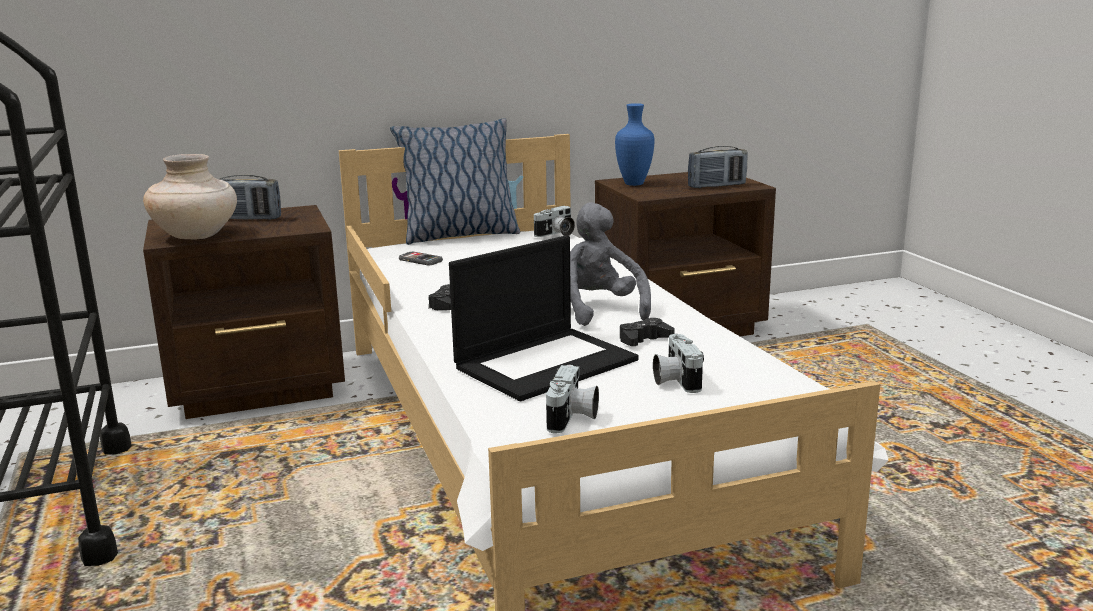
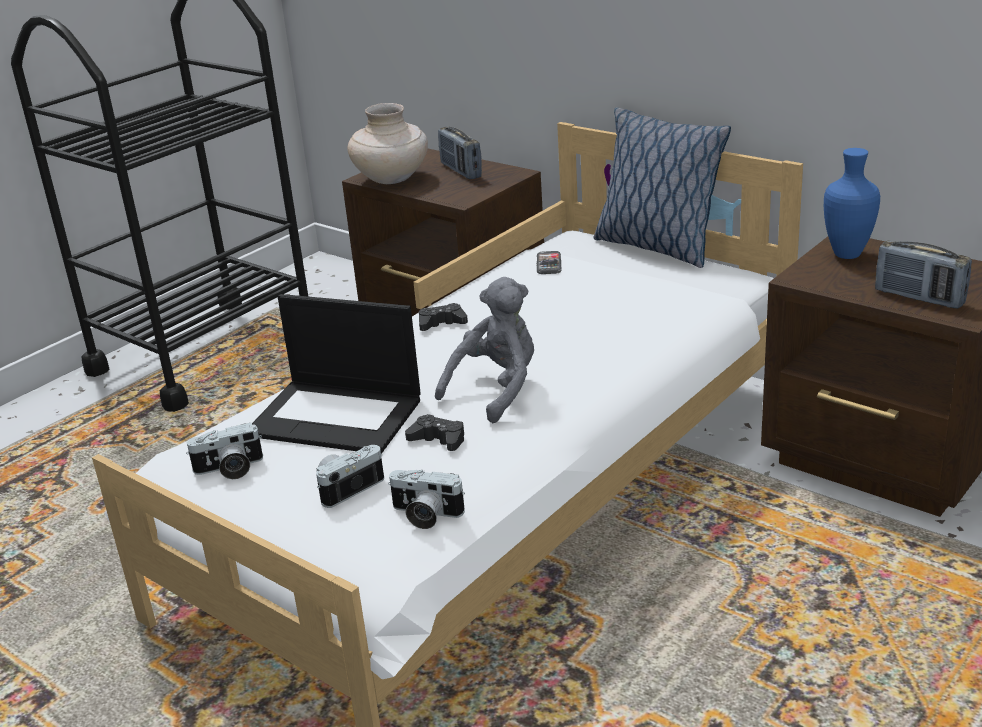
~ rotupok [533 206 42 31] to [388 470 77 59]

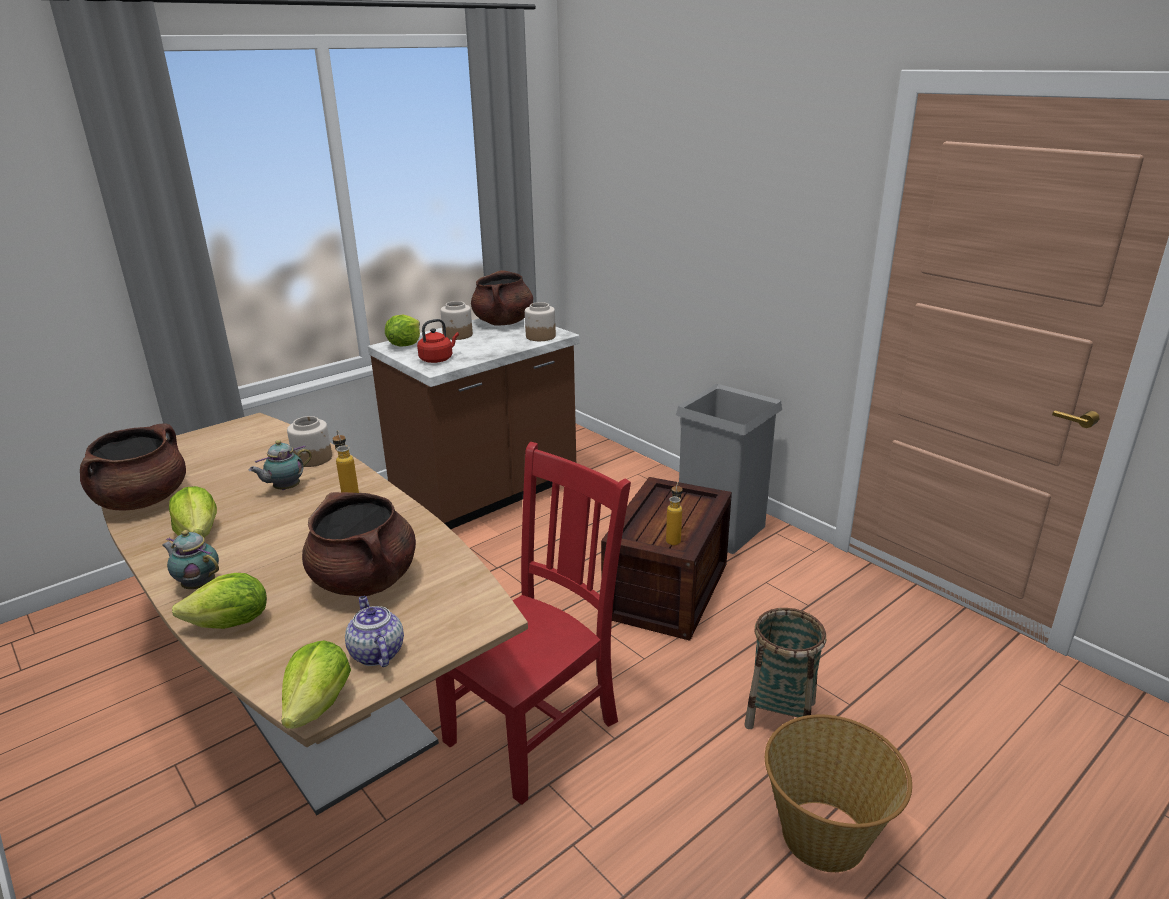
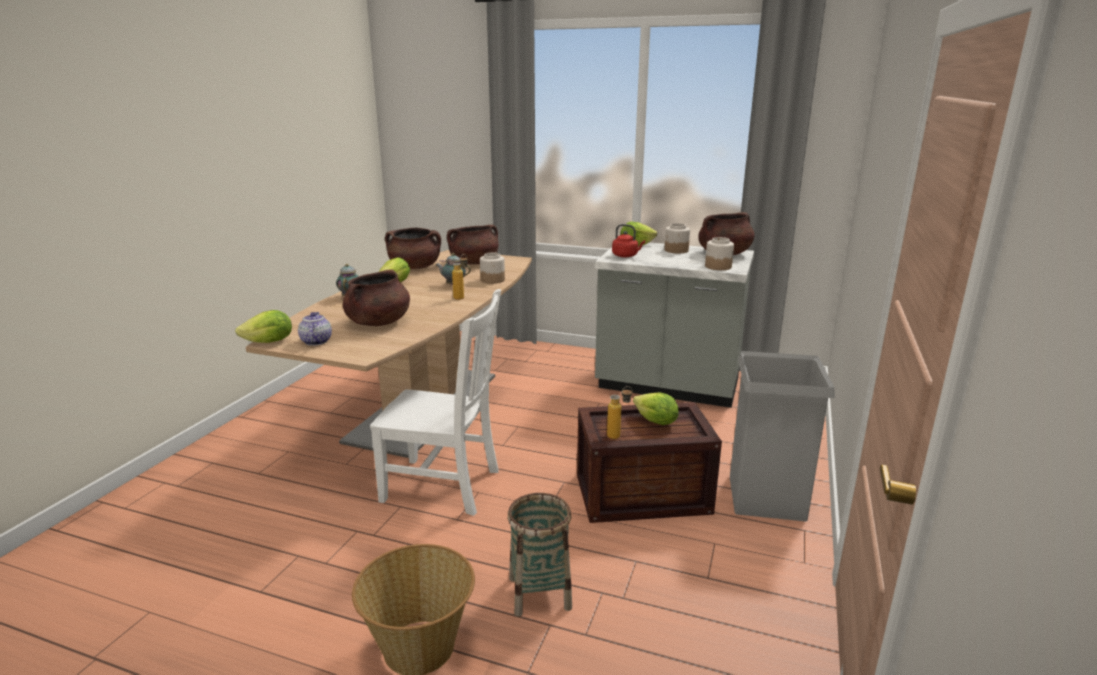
~ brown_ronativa [368 318 212 211] to grey_ronativa [595 243 159 165]
~ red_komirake [436 442 195 363] to white_komirake [370 289 131 227]
~ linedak [172 573 95 56] to [633 393 46 32]
~ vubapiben [345 596 59 71] = [298 312 34 34] 45 degrees counterclockwise
+ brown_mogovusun [447 225 52 39]

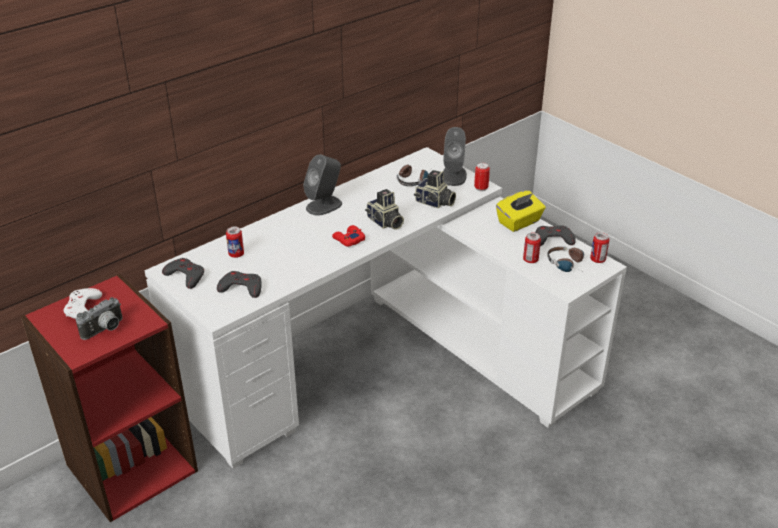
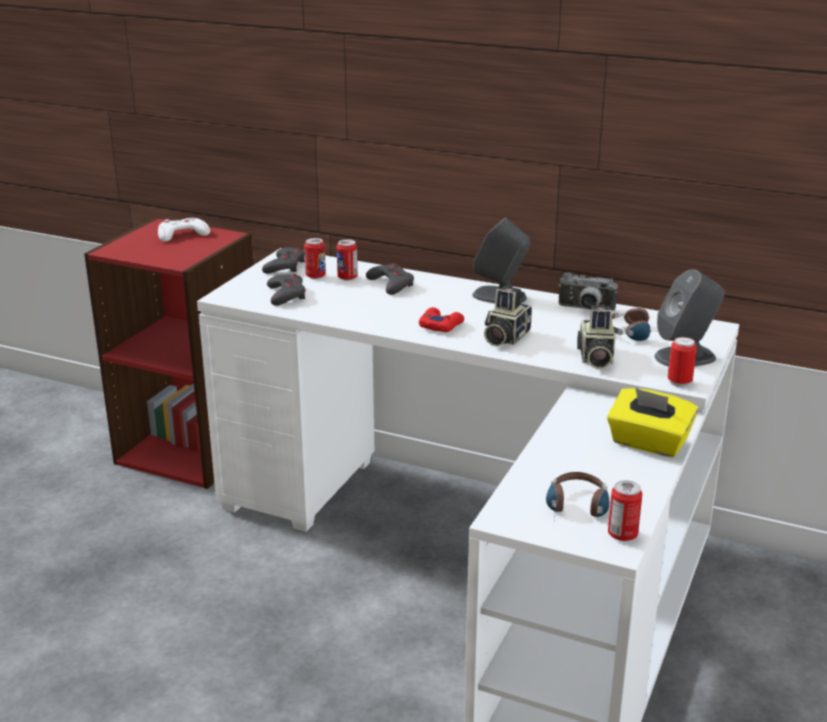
~ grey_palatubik [535 225 41 21] to [366 263 48 32]
~ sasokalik [523 233 18 30] to [304 238 22 41]
~ rotupok [76 297 47 43] to [558 272 60 40]

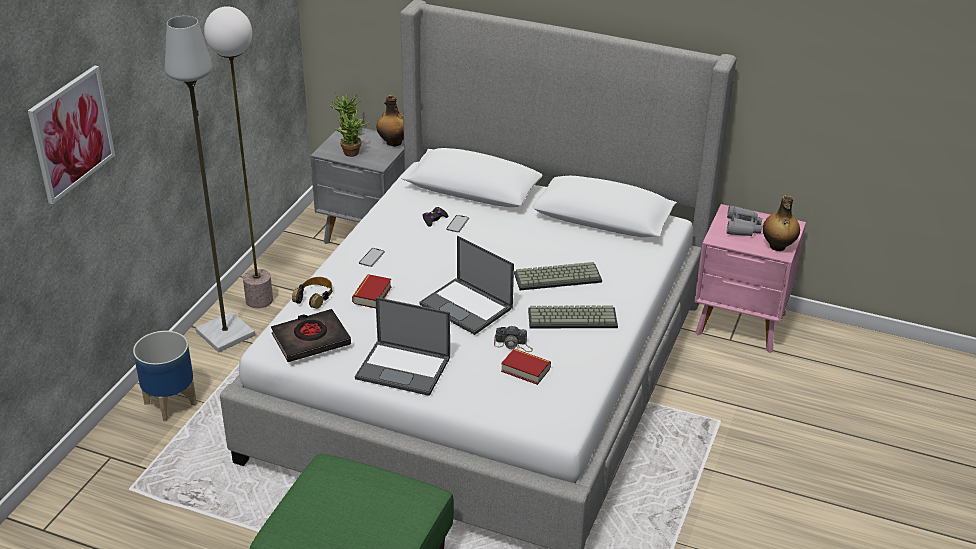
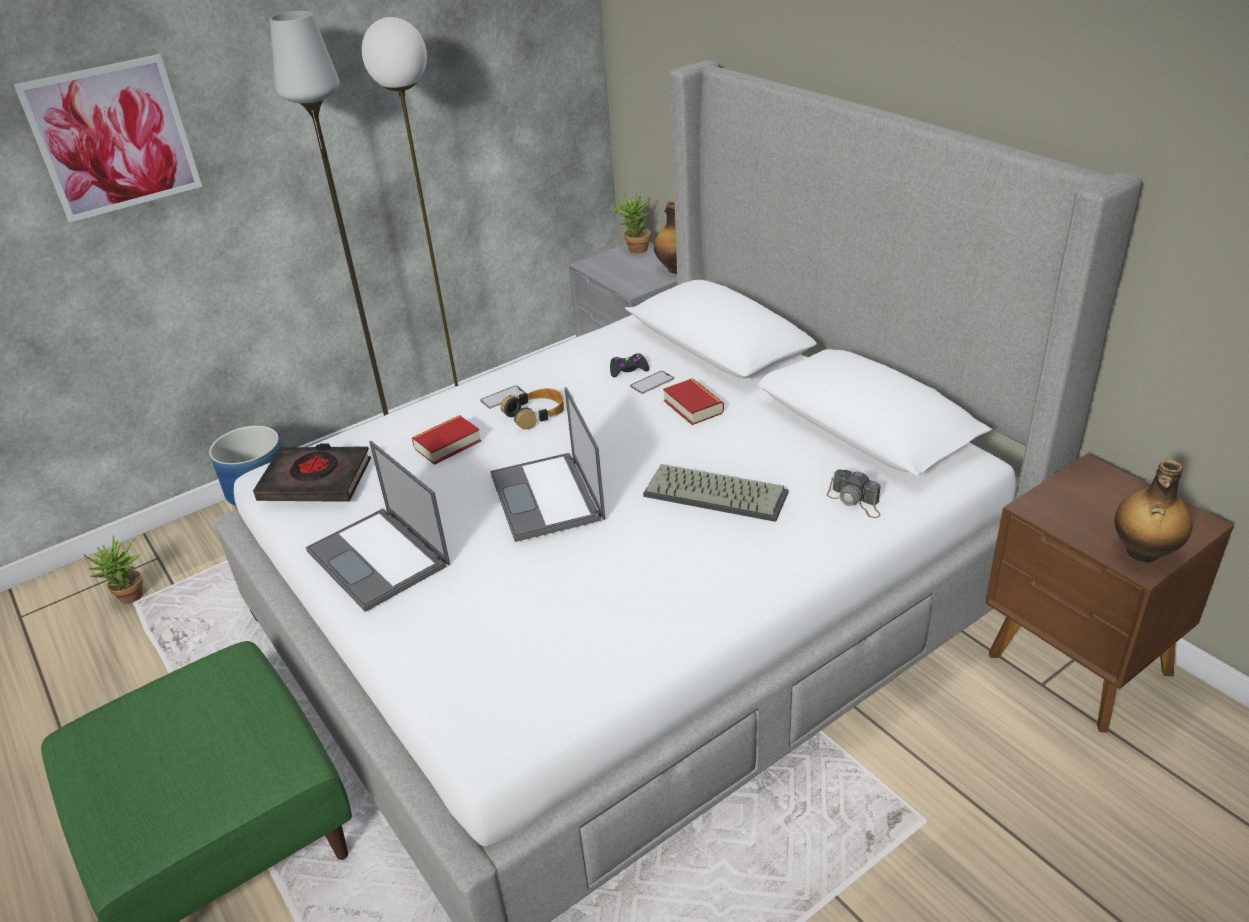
~ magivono [335 111 35 46] to [84 535 59 69]
~ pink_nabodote [695 204 111 149] to brown_nabodote [985 454 249 279]
- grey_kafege [726 206 36 30]
~ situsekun [292 277 40 32] to [501 388 63 42]
- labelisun [528 305 90 23]
~ rotupok [494 326 39 26] to [827 470 54 48]
~ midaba [501 349 50 36] to [663 378 61 47]

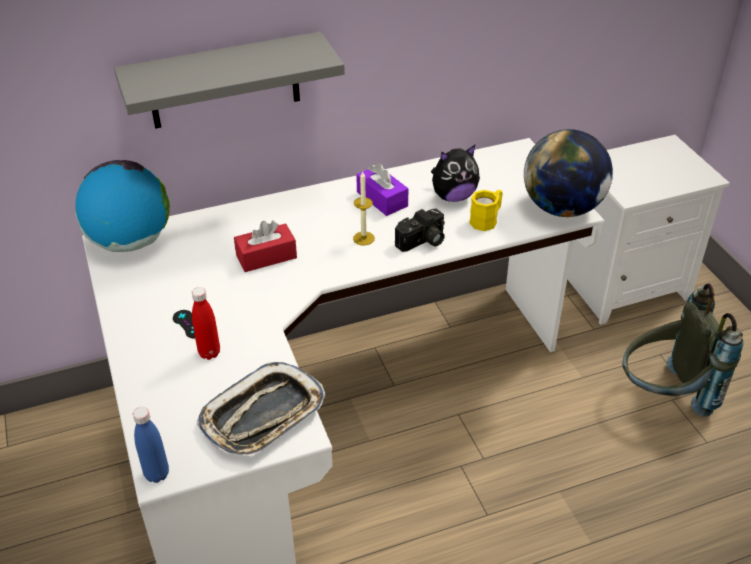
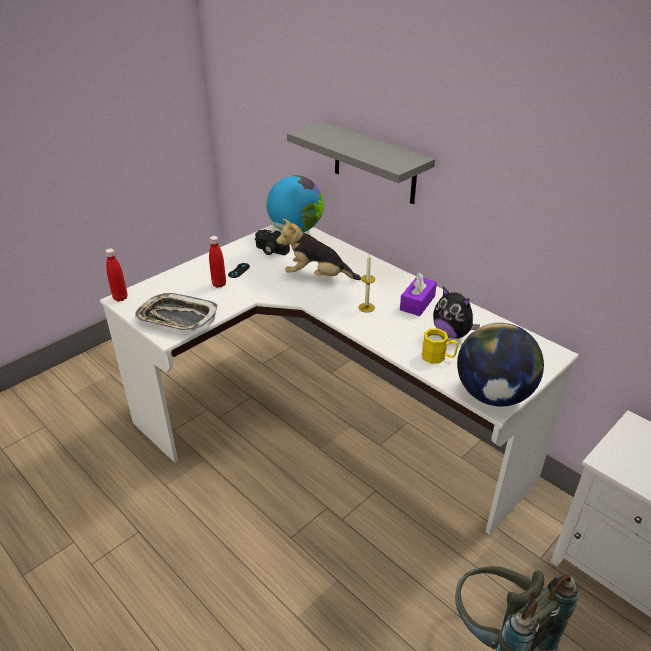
~ rotupok [395 209 50 43] to [255 229 35 26]
~ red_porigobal [234 221 63 51] to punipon [276 219 85 61]
~ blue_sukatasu [133 407 36 76] to red_sukatasu [105 248 22 53]

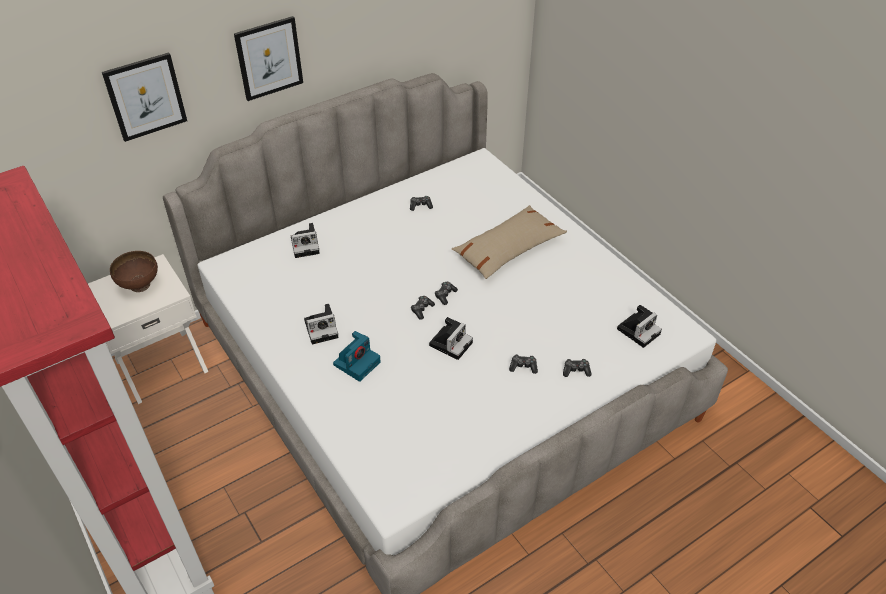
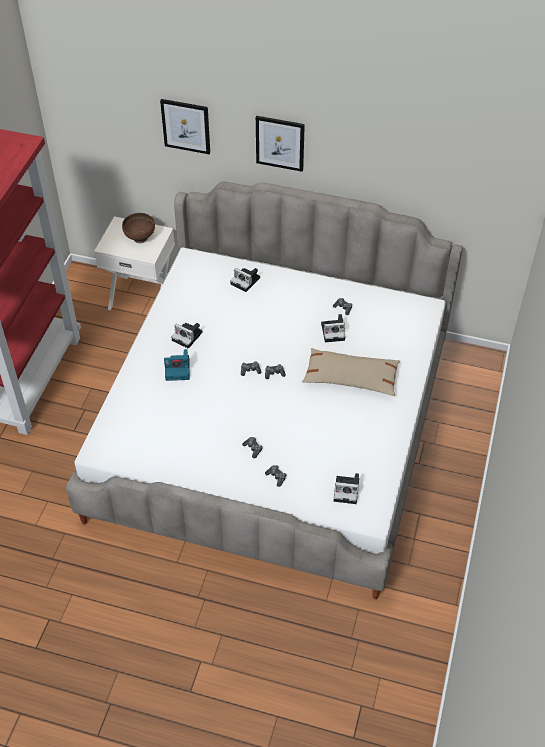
~ rotupok [429 317 44 43] to [321 314 24 28]

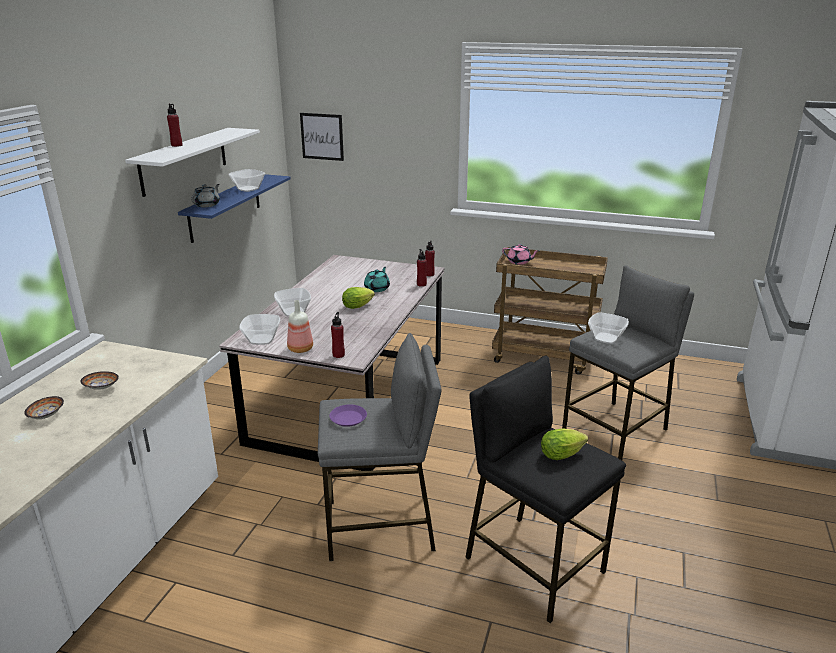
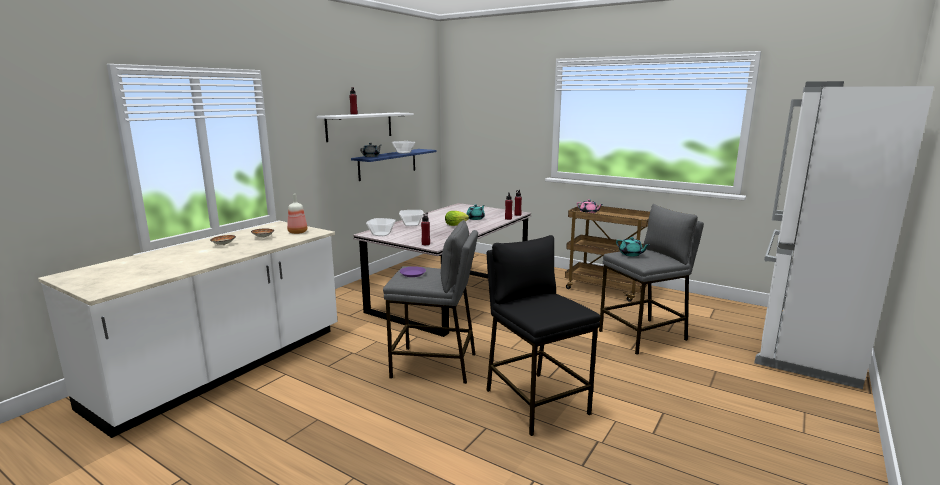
- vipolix [300 113 44 48]
~ sukatasu [287 300 26 53] to [287 194 21 40]
~ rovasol [588 312 41 32] to turquoise_vubapiben [616 237 33 19]
- linedak [541 429 47 31]

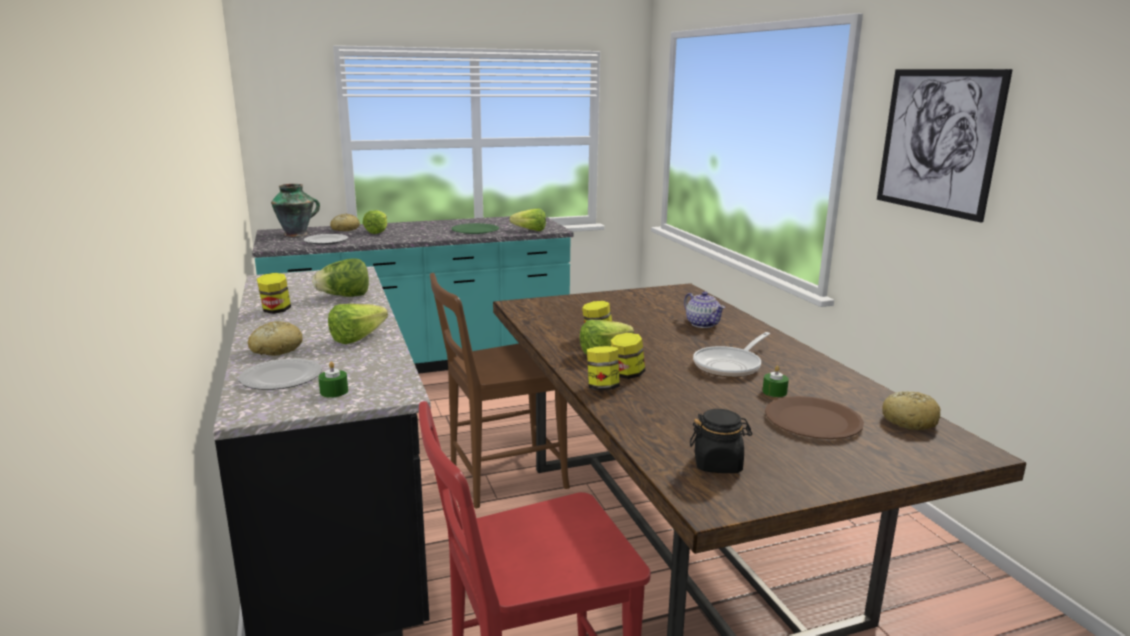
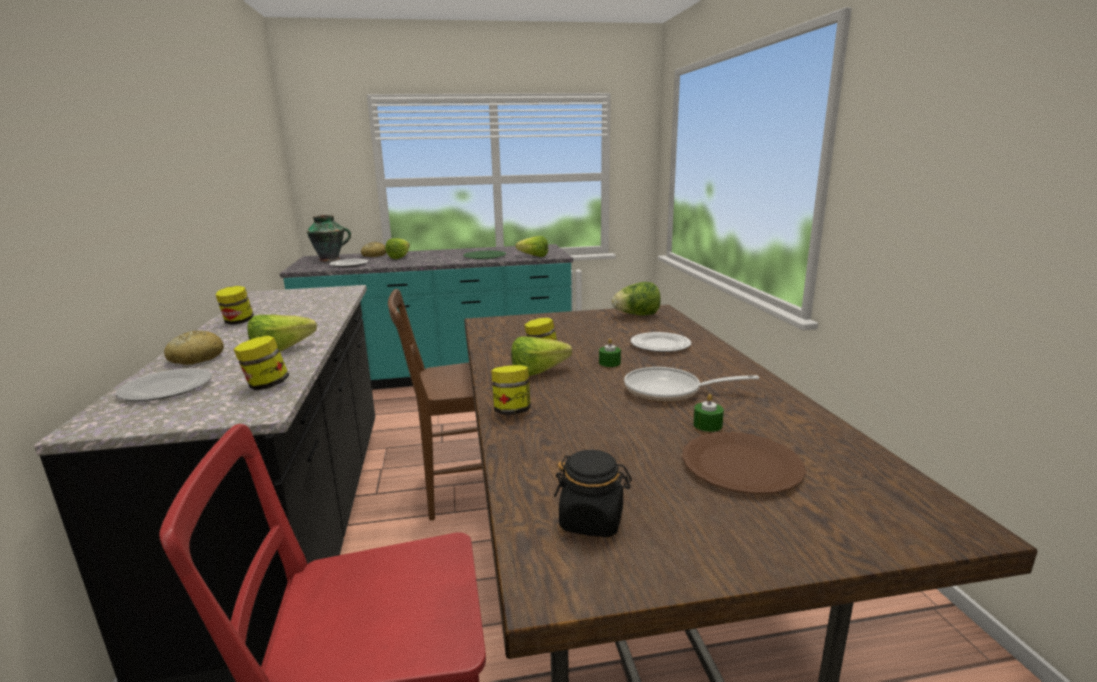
- vipolix [877 69 136 153]
~ linedak [312 258 57 39] to [612 282 49 34]
~ vubapiben [684 292 41 36] to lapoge [630 332 61 20]
~ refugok [693 332 77 45] = [624 367 135 35] 45 degrees clockwise
~ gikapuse [610 333 35 46] to [233 335 56 56]
~ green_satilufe [318 362 30 36] to [599 339 22 28]
- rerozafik [882 391 59 39]

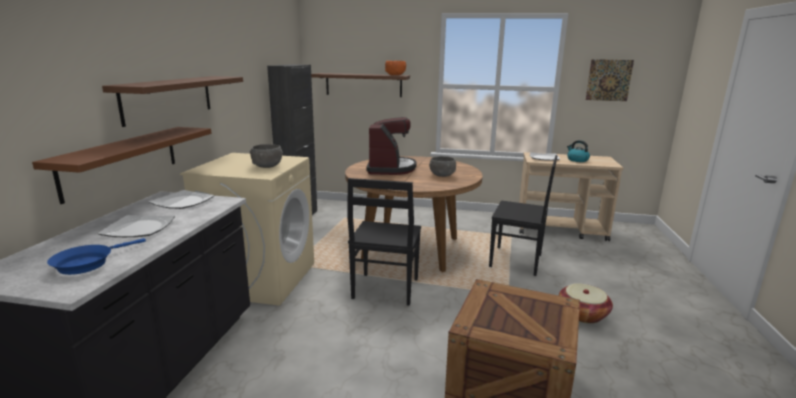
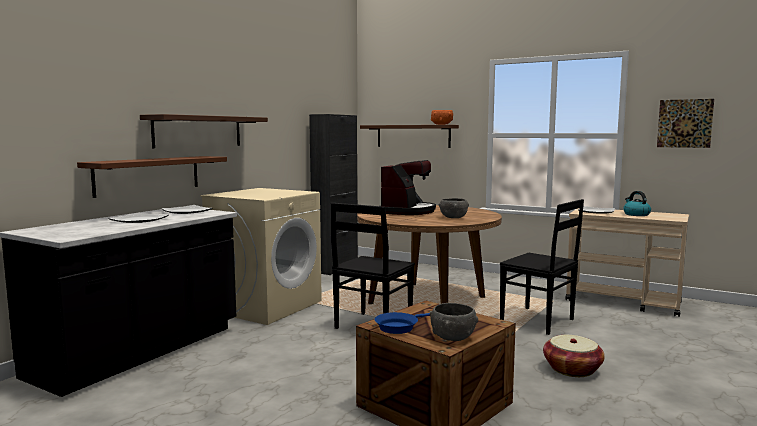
~ grey_rovasol [250 144 33 24] to [430 303 48 38]
~ blue_refugok [47 238 99 37] to [375 312 55 22]

